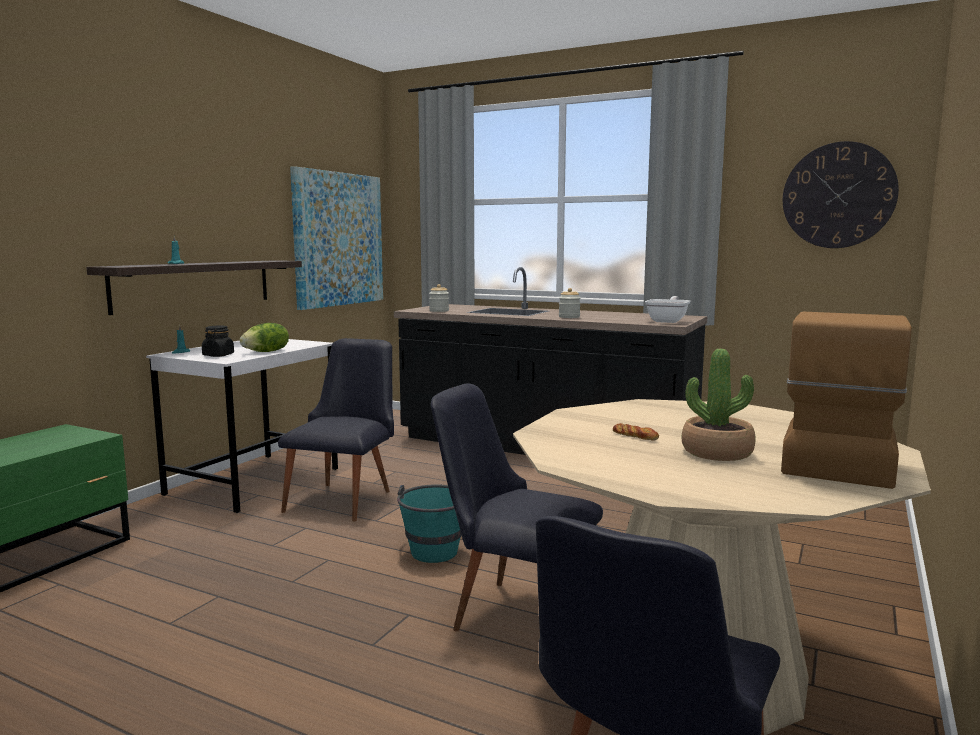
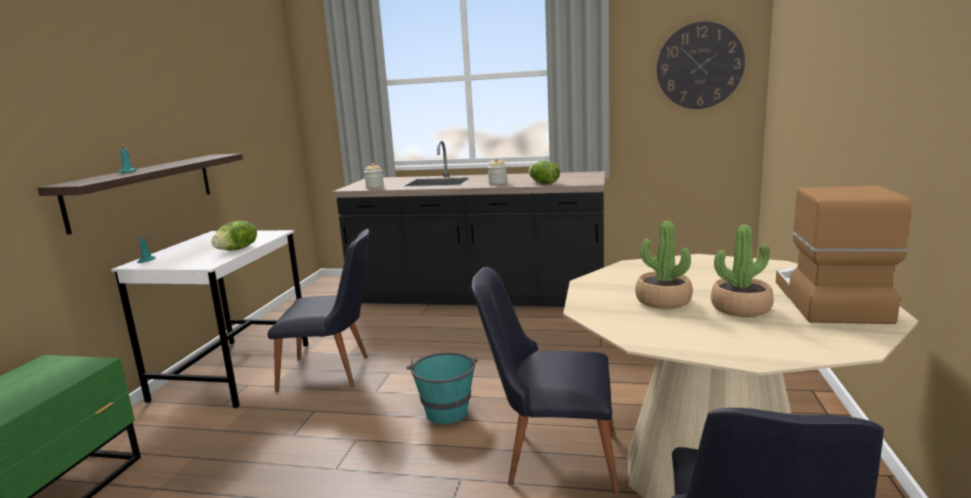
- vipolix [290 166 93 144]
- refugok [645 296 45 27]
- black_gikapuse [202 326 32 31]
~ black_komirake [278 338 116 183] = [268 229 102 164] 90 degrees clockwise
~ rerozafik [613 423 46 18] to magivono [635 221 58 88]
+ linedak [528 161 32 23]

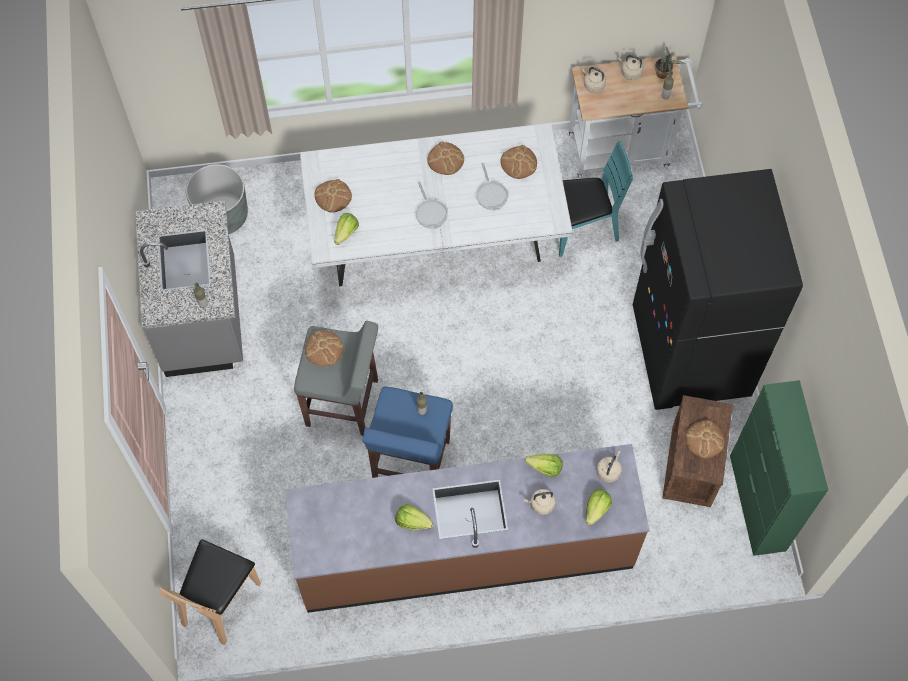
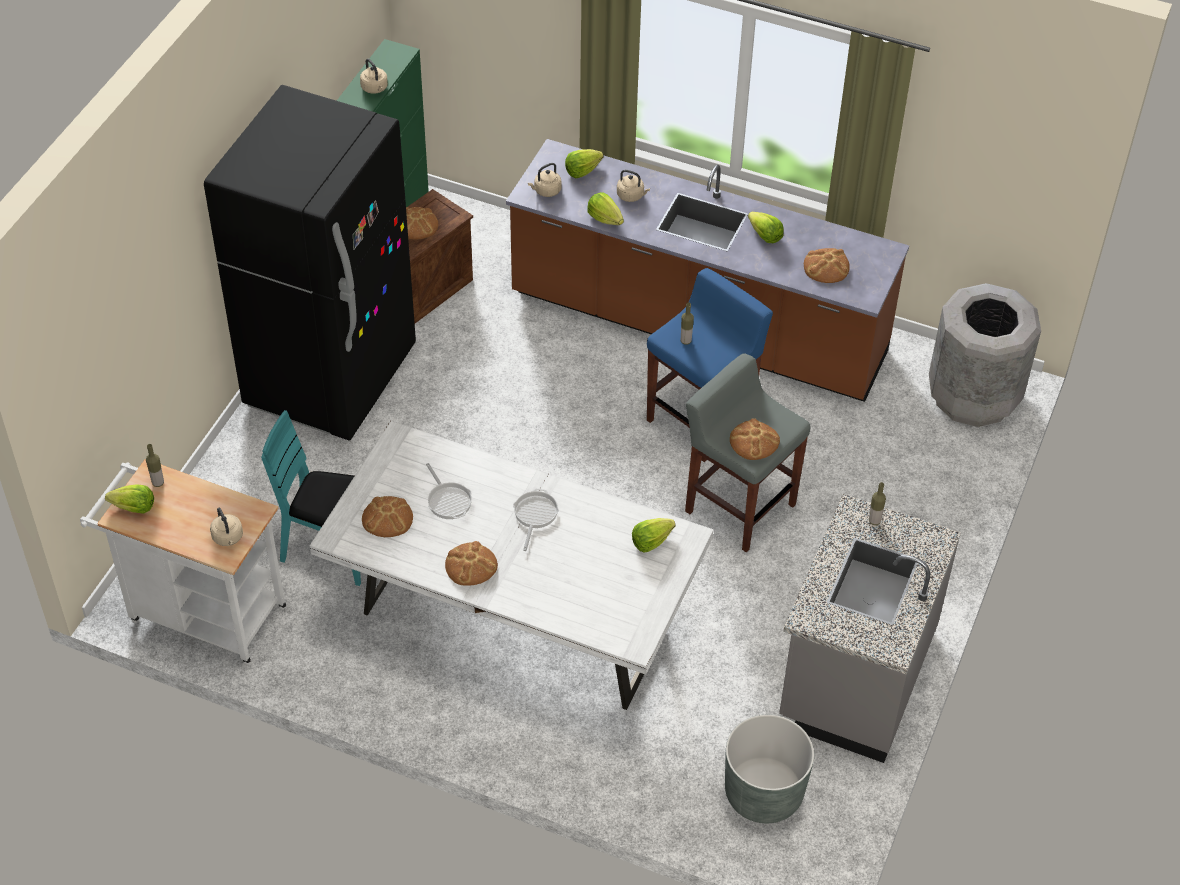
~ magivono [655 47 30 32] to linedak [105 484 49 30]
~ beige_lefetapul [618 55 26 25] to [360 59 28 35]
~ refugok [476 163 33 48] = [426 463 46 56] 135 degrees clockwise
~ rerozafik [314 179 38 34] to [804 248 46 35]
~ brown_komirake [159 539 102 106] to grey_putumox [929 283 112 144]

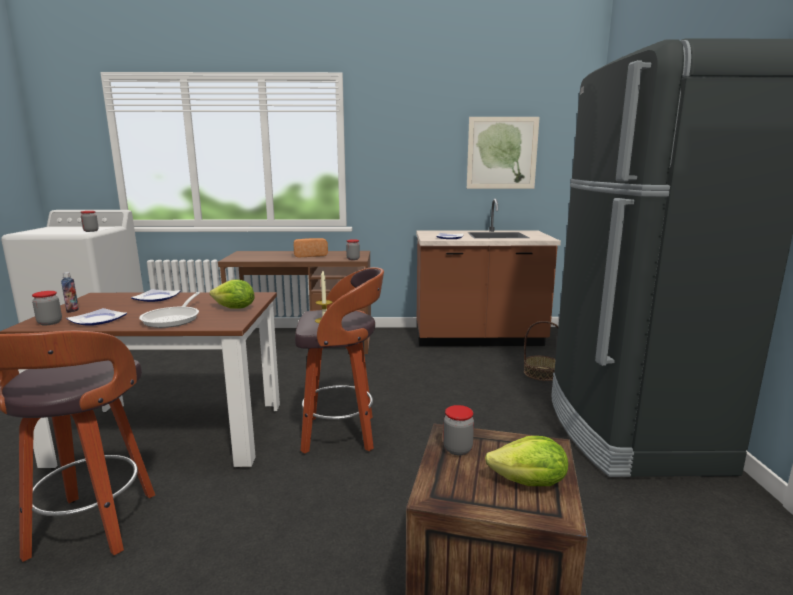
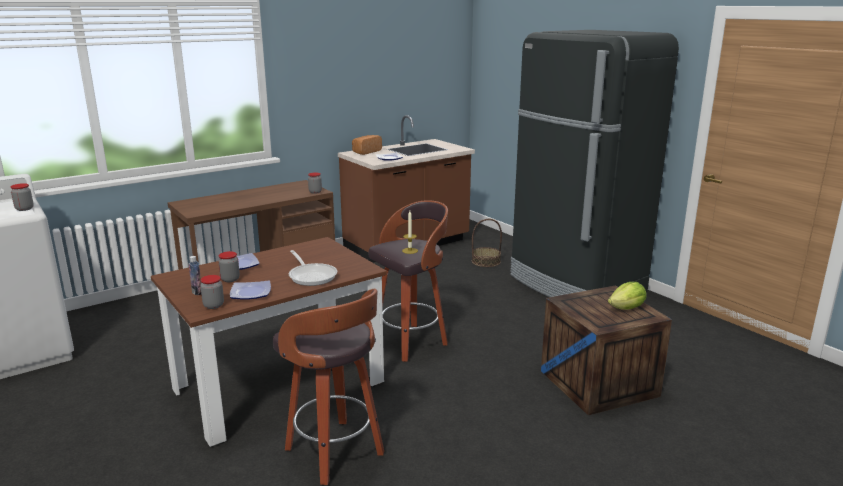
- vipolix [467 117 73 72]
~ rerozafik [294 238 34 19] to [352 135 30 20]
- linedak [210 279 45 30]
~ gikapuse [443 405 31 50] to [218 251 22 31]

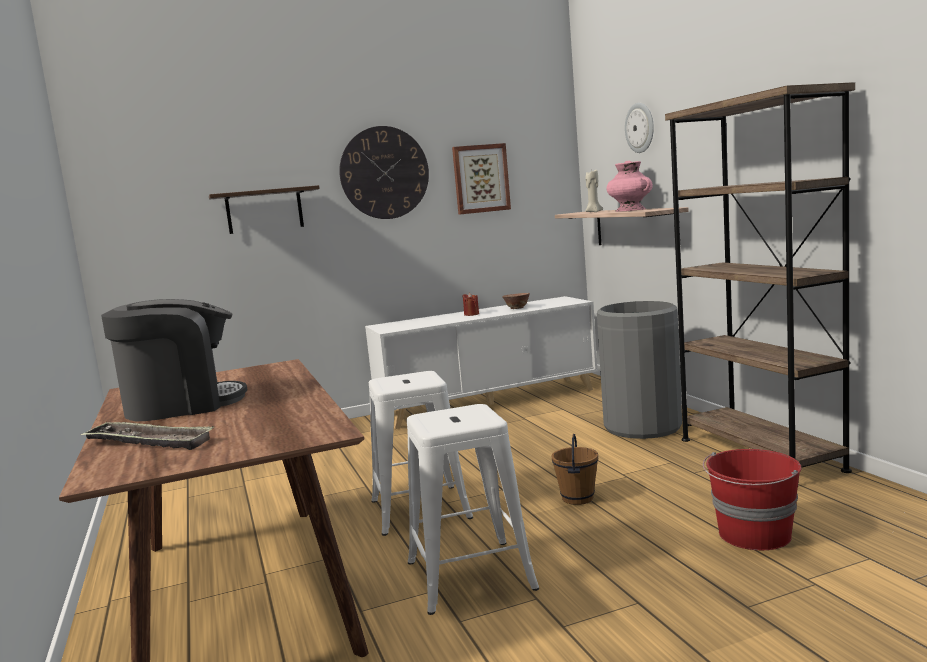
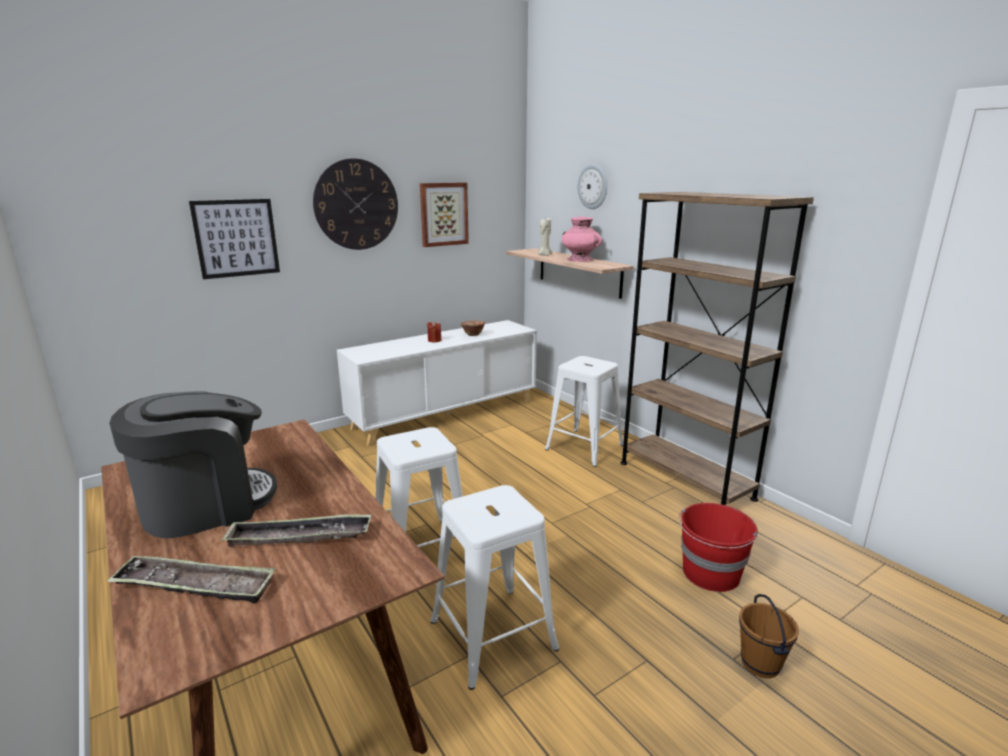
~ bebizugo [209 185 111 49] to vipolix [189 199 91 80]
~ grey_putumox [597 301 85 138] to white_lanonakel [545 356 79 111]
~ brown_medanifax [551 434 47 71] to [739 594 60 84]
+ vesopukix [221 514 150 33]

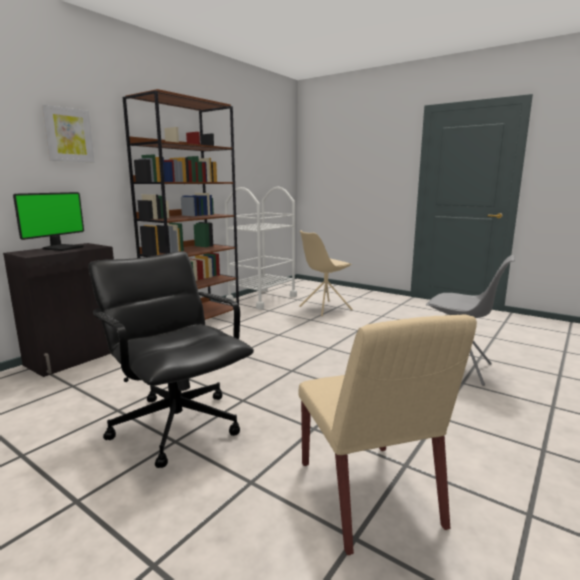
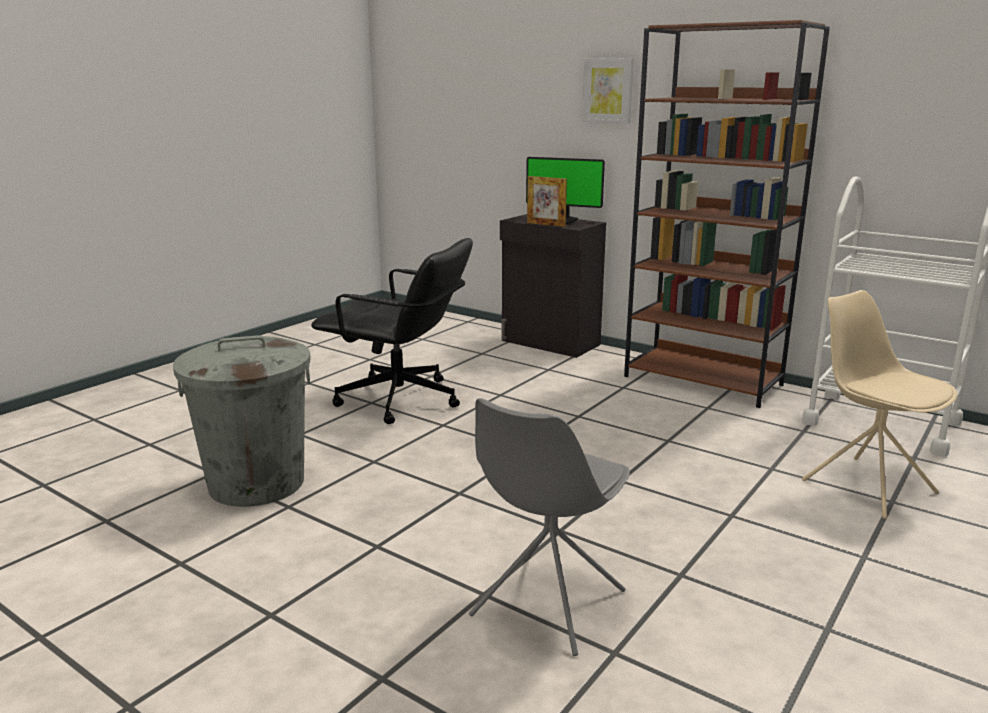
~ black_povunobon [88 251 166 217] = [311 238 162 186] 60 degrees clockwise
~ beige_komirake [298 315 179 240] to grey_putumox [173 335 138 172]
+ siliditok [527 176 40 51]

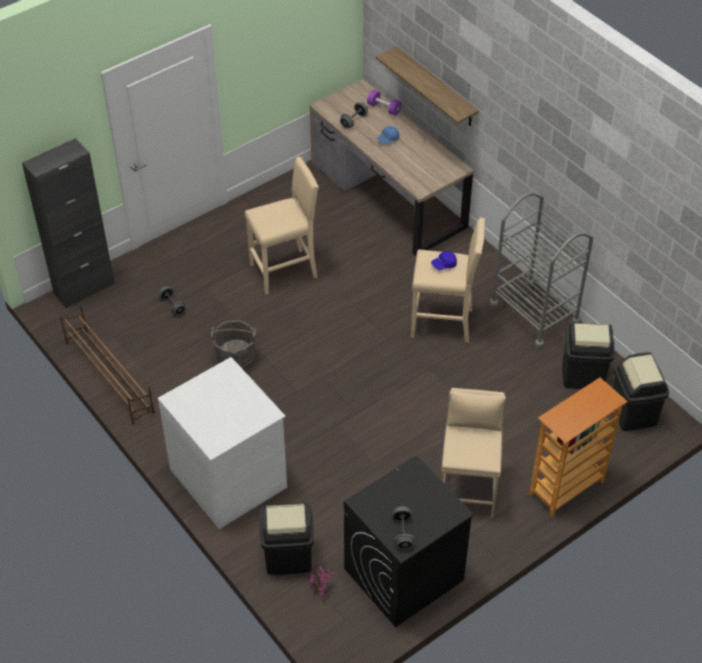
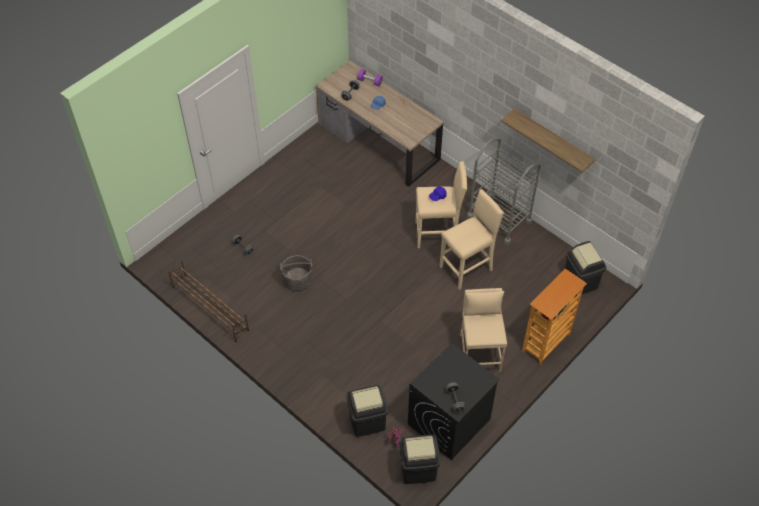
~ bebizugo [376 46 103 80] to [501 109 94 64]
- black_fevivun [22 138 93 170]
~ beige_lanonakel [245 157 74 137] to [439 189 65 101]
~ black_putumox [562 323 52 66] to [399 434 41 50]
- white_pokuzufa [158 357 129 172]

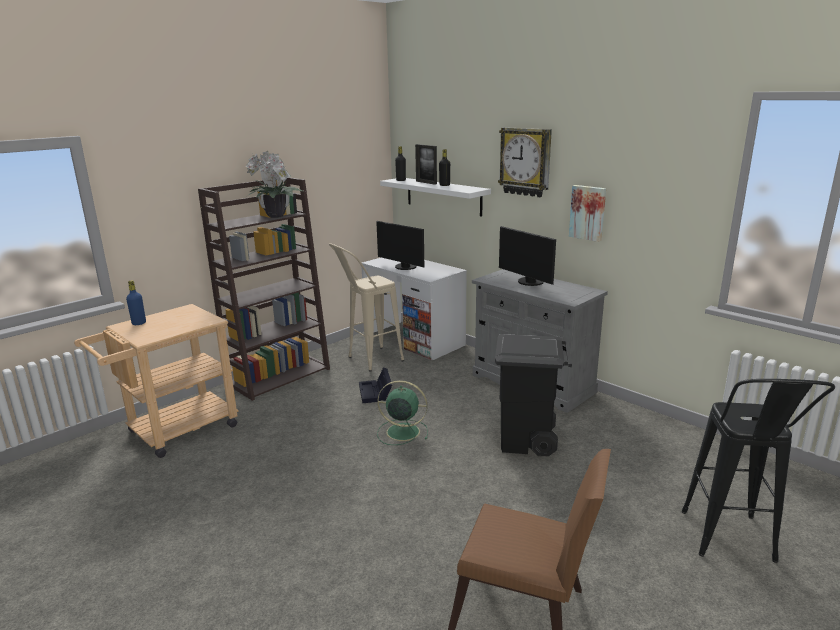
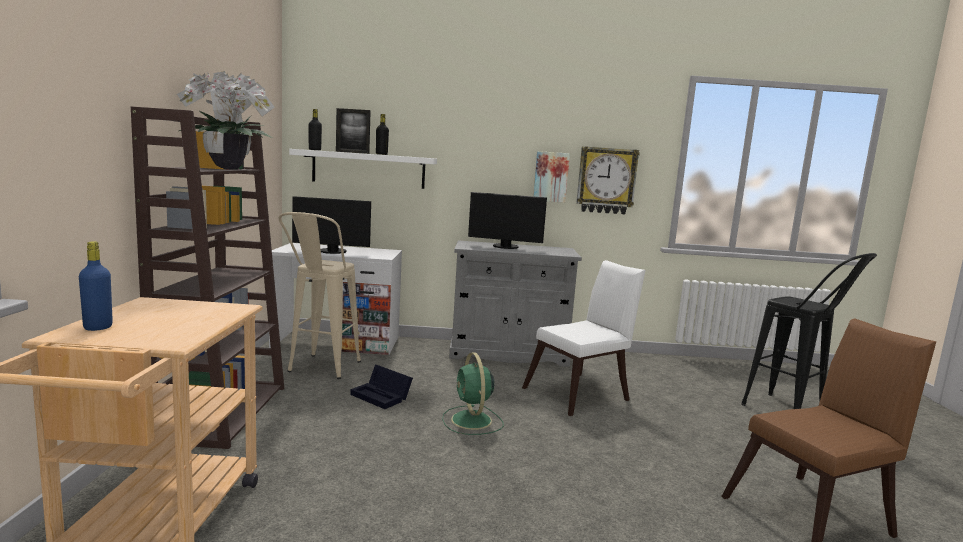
~ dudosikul [498 127 54 70] to [576 146 64 68]
~ black_putumox [495 334 77 122] to white_komirake [522 260 124 156]
~ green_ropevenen [377 380 51 65] = [442 353 62 82] 75 degrees counterclockwise

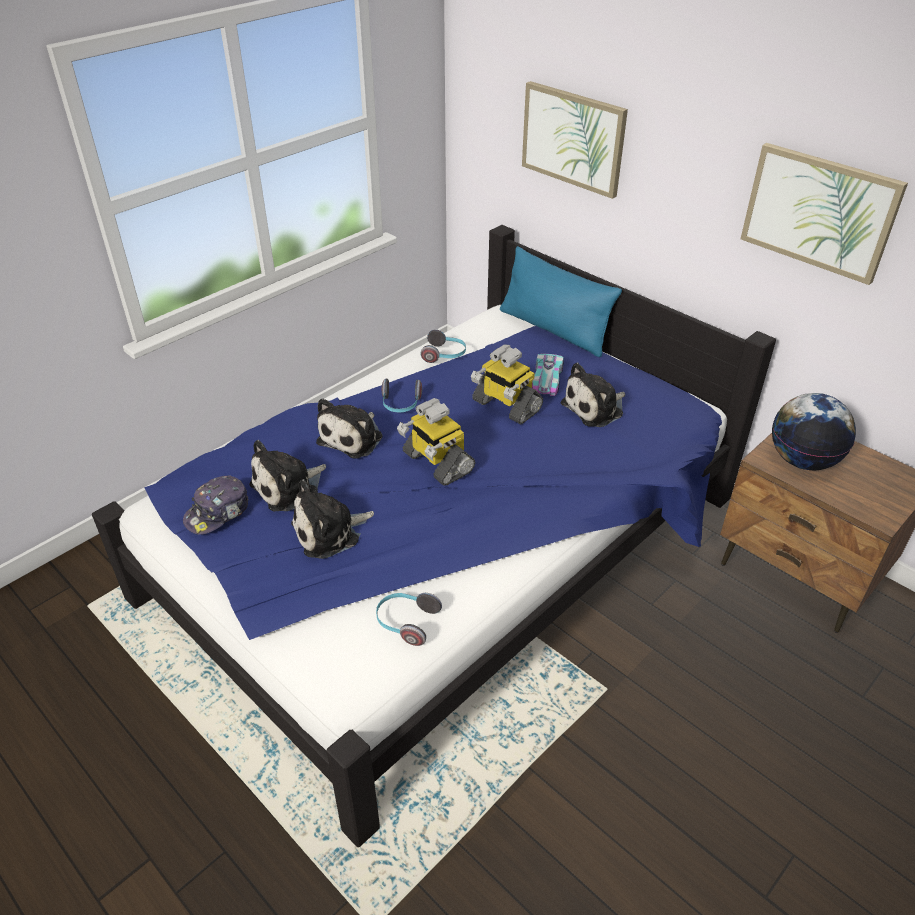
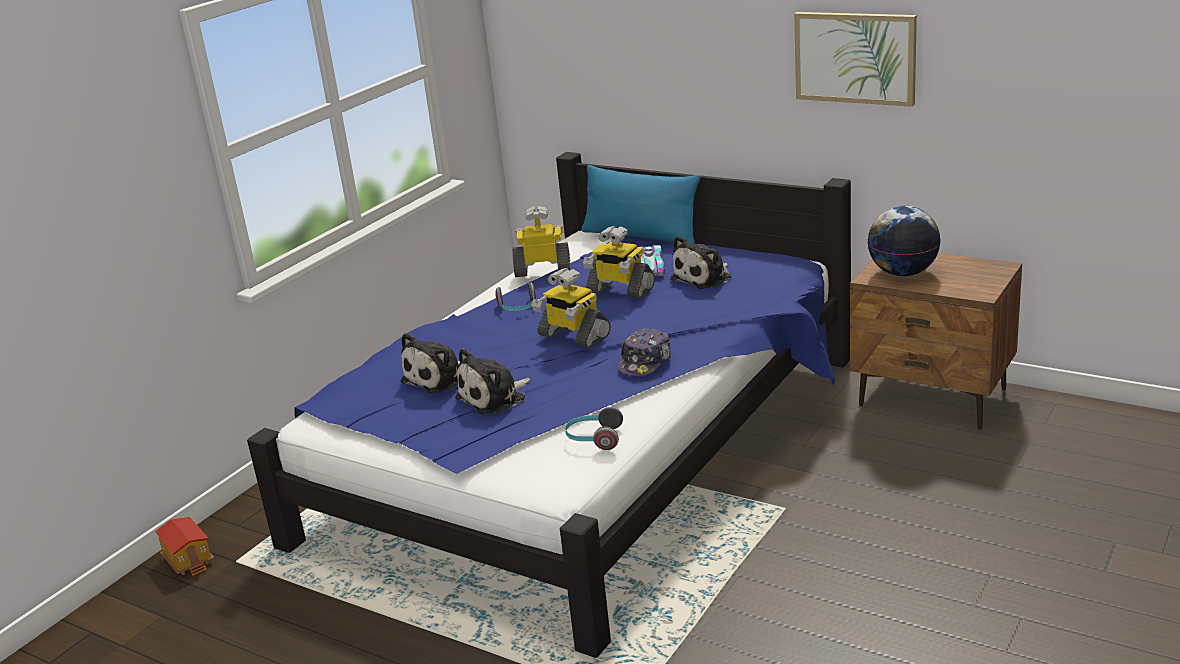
- vipolix [522 81 106 118]
~ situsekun [420 329 46 34] to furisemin [512 206 59 71]
- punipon [316 398 67 61]
~ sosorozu [183 476 66 59] to [618 328 53 48]
+ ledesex [155 517 59 59]

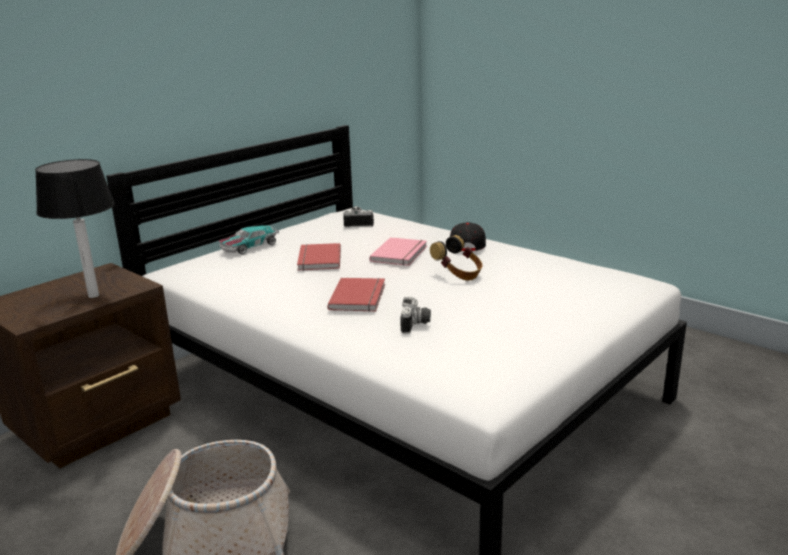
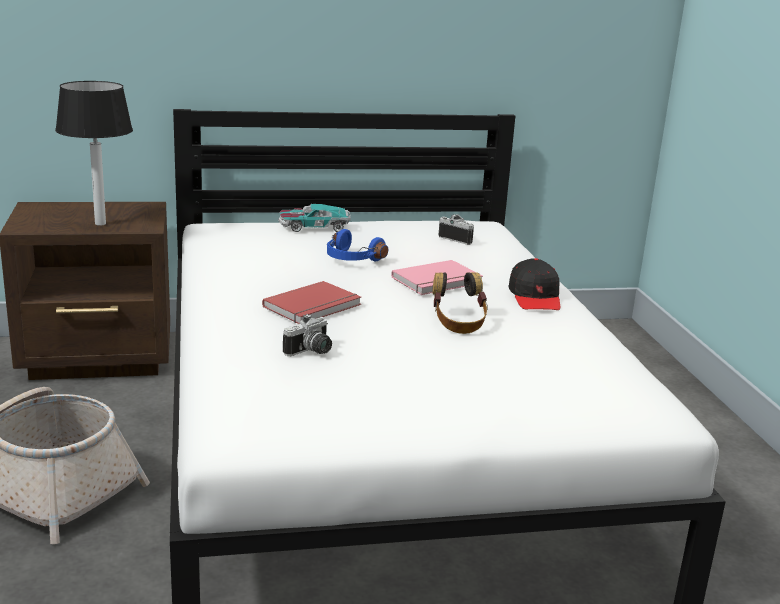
~ black_sosorozu [450 222 36 29] = [508 258 52 52] 135 degrees clockwise
~ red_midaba [297 243 44 28] to blue_situsekun [327 229 61 33]

